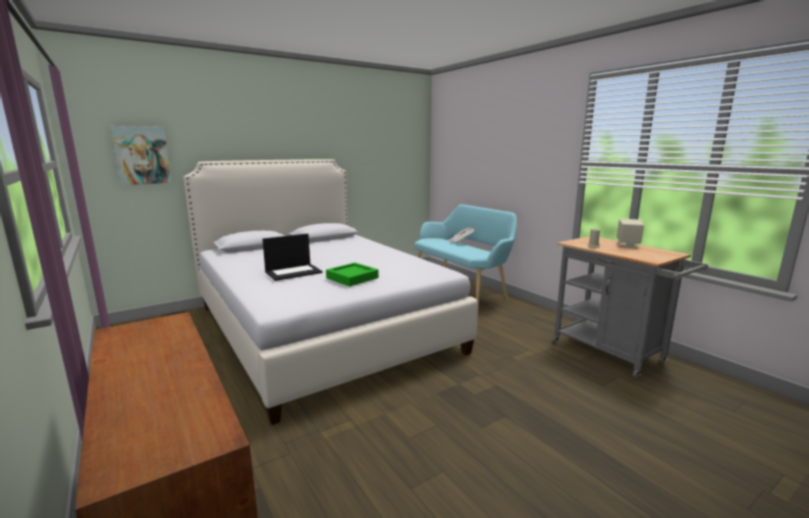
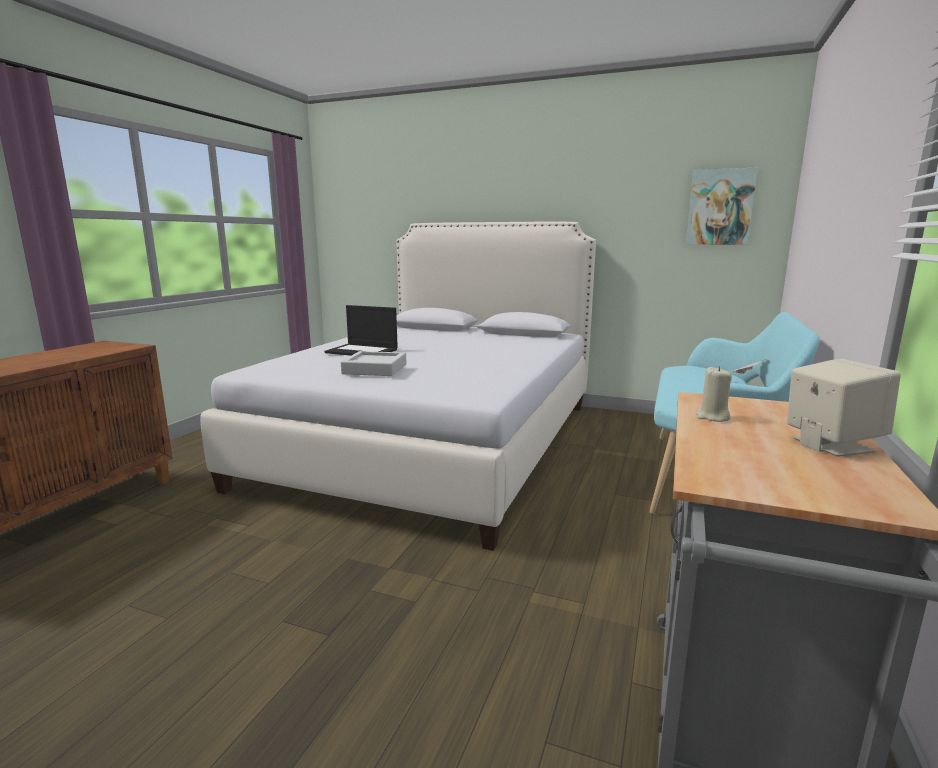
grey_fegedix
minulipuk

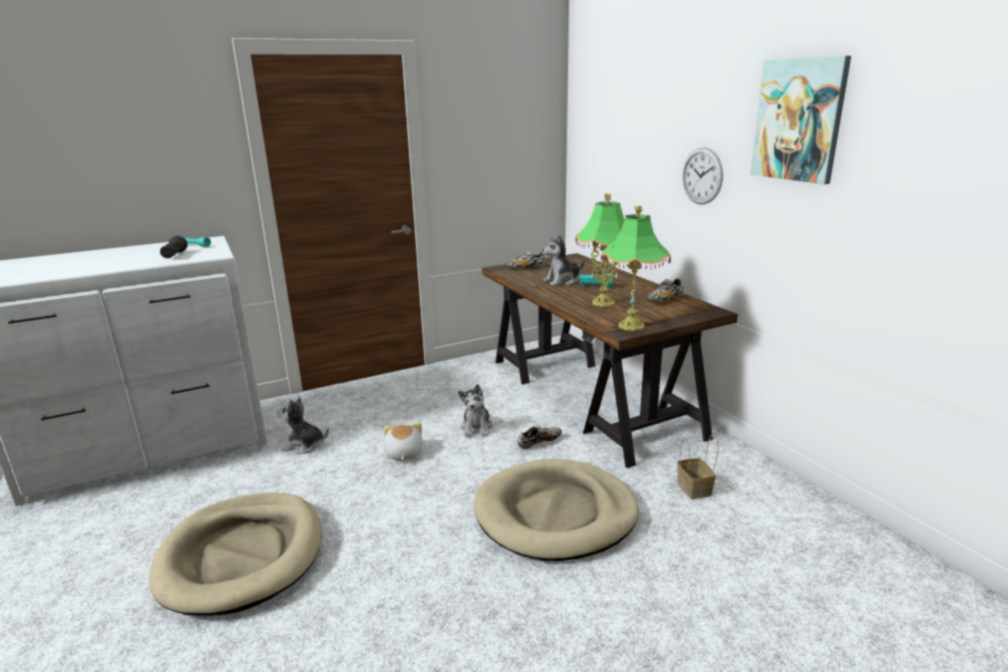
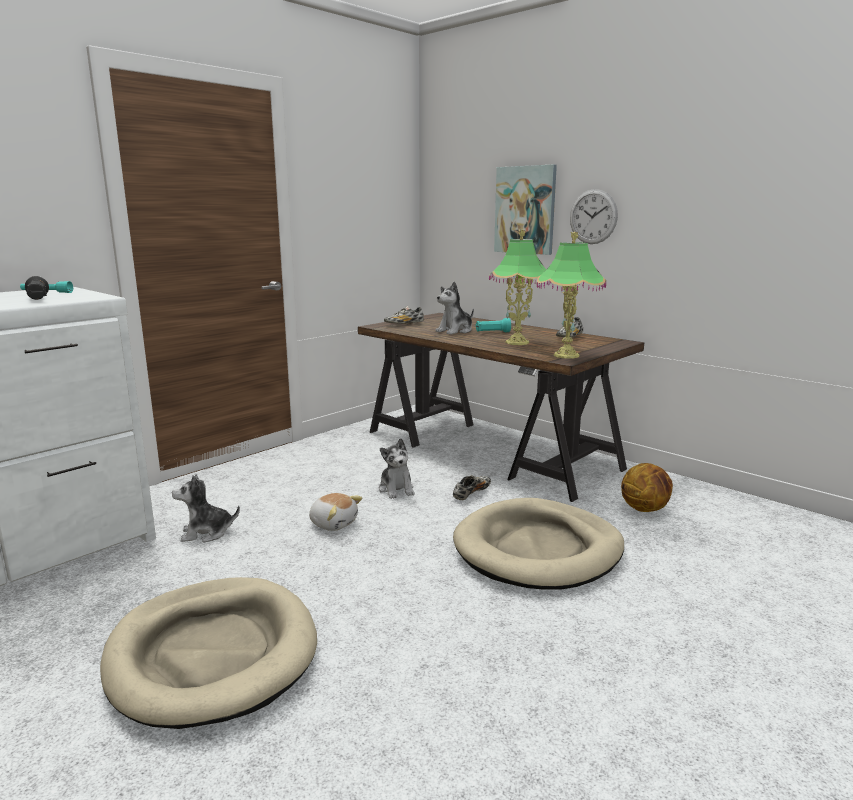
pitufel (2nd from left)
minulipuk
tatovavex

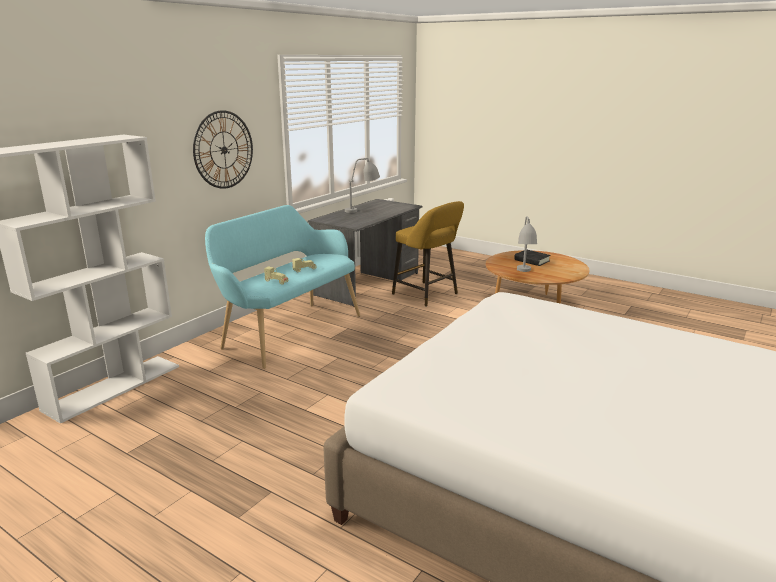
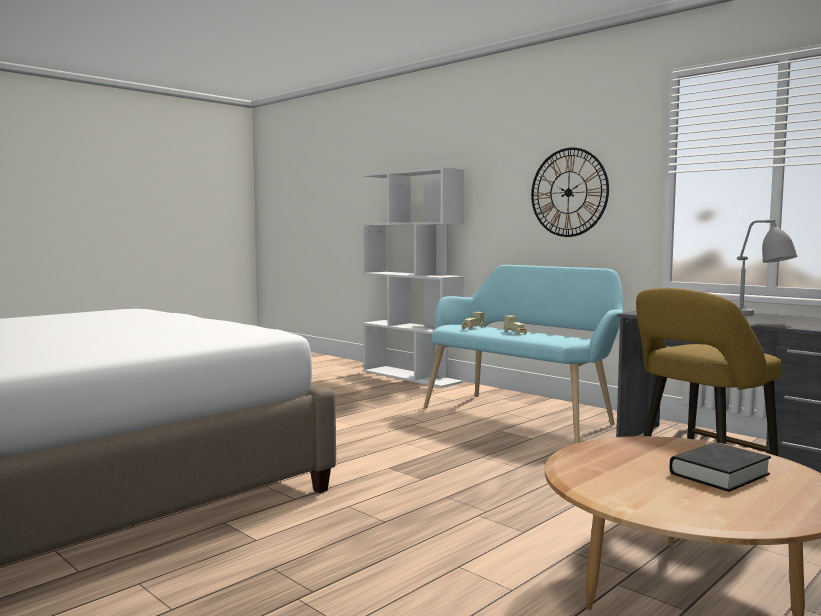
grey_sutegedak (2nd from left in the first image)

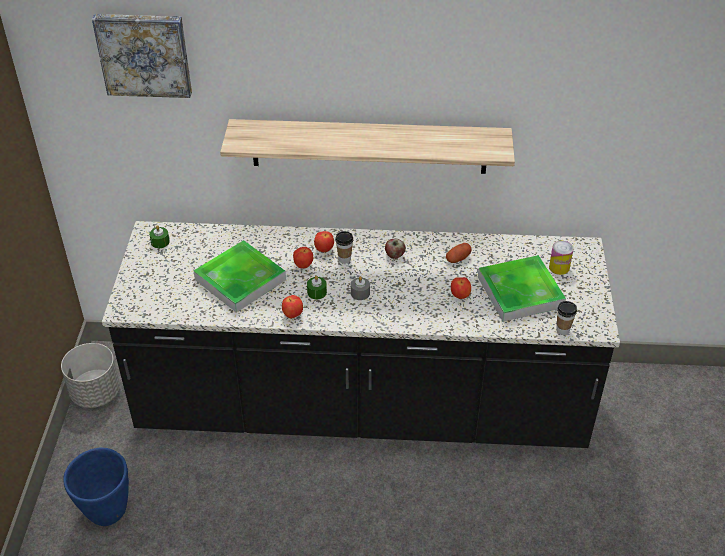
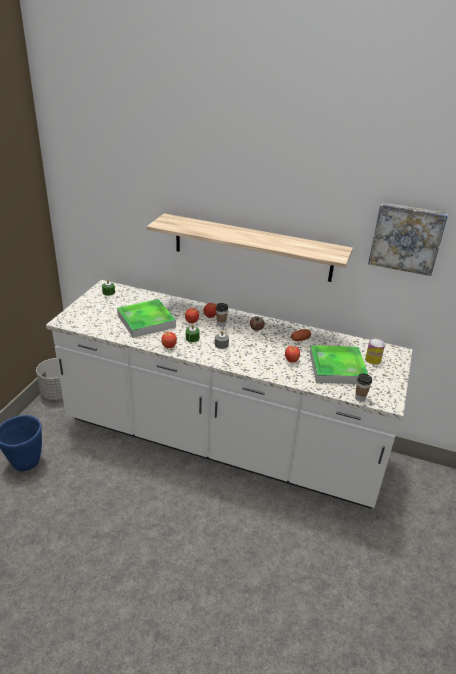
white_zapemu
minulipuk

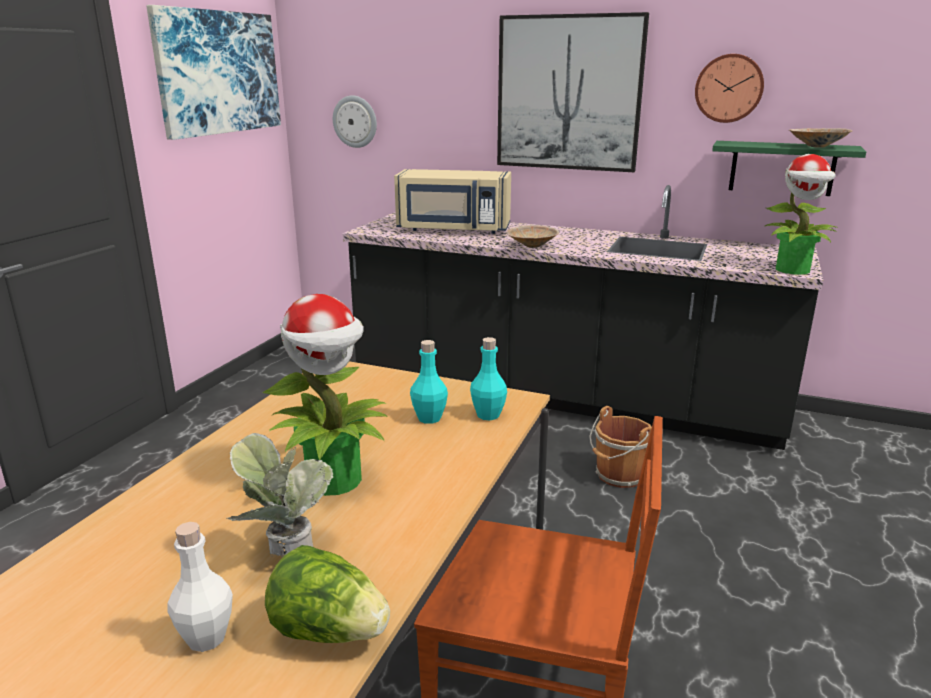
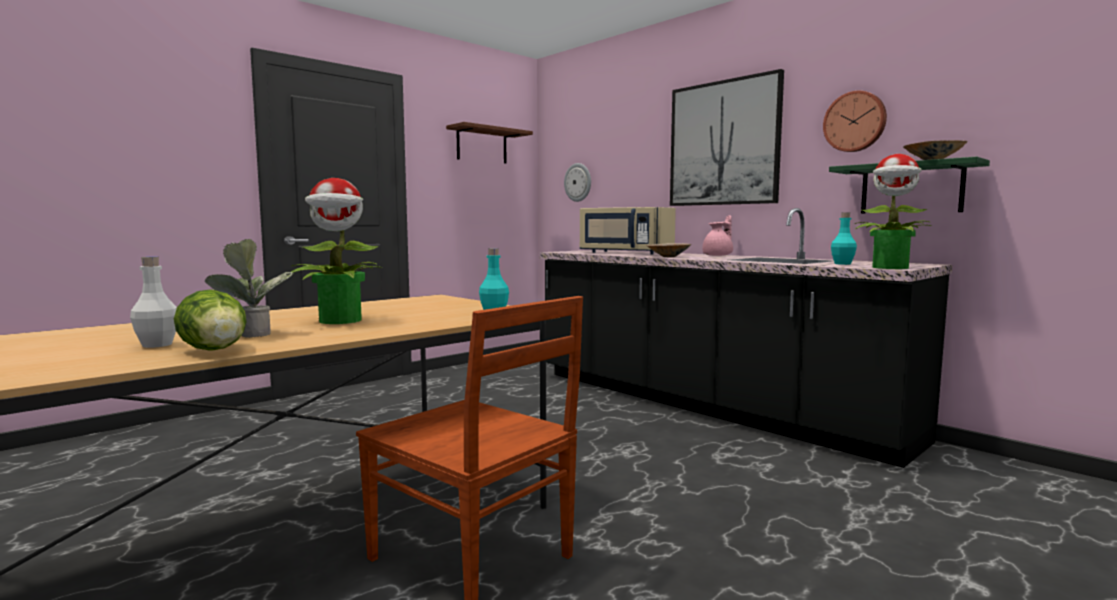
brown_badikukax
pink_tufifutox
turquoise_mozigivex (2nd from left)
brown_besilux

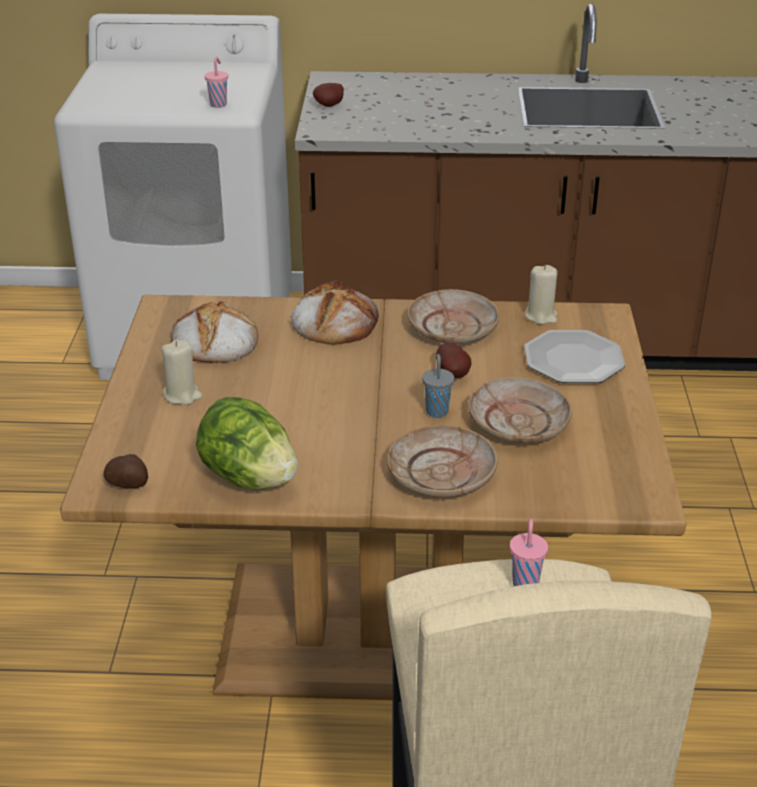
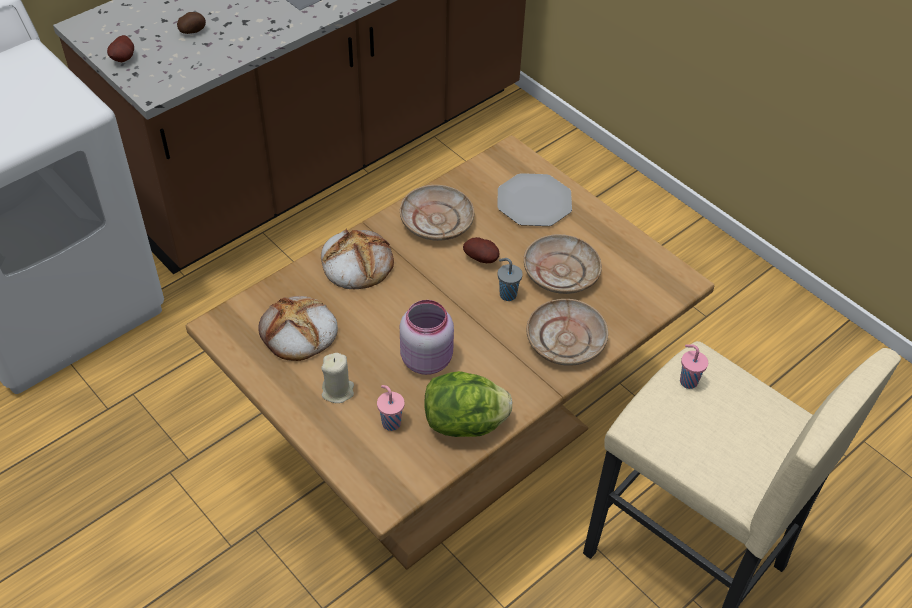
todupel (2nd from left)
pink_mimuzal (1st from left)
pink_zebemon
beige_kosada (2nd from left in the first image)

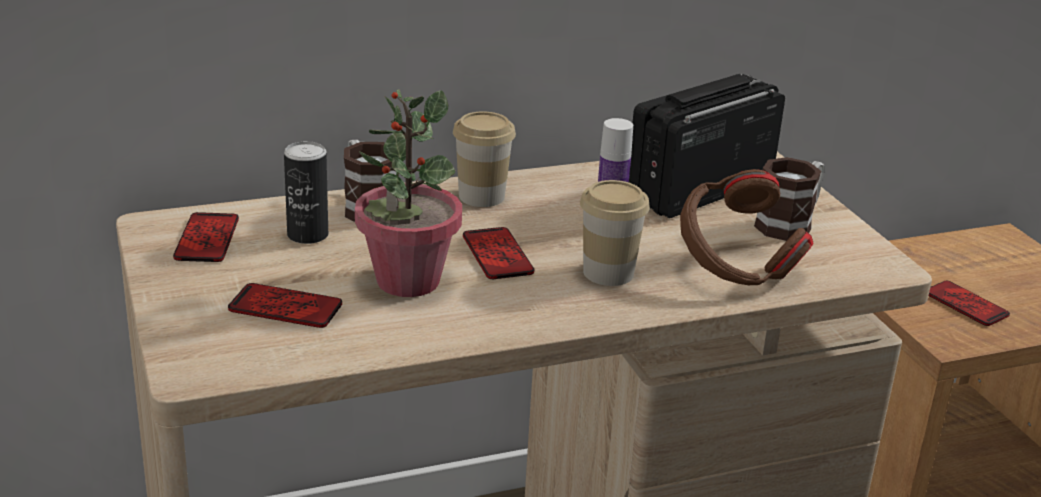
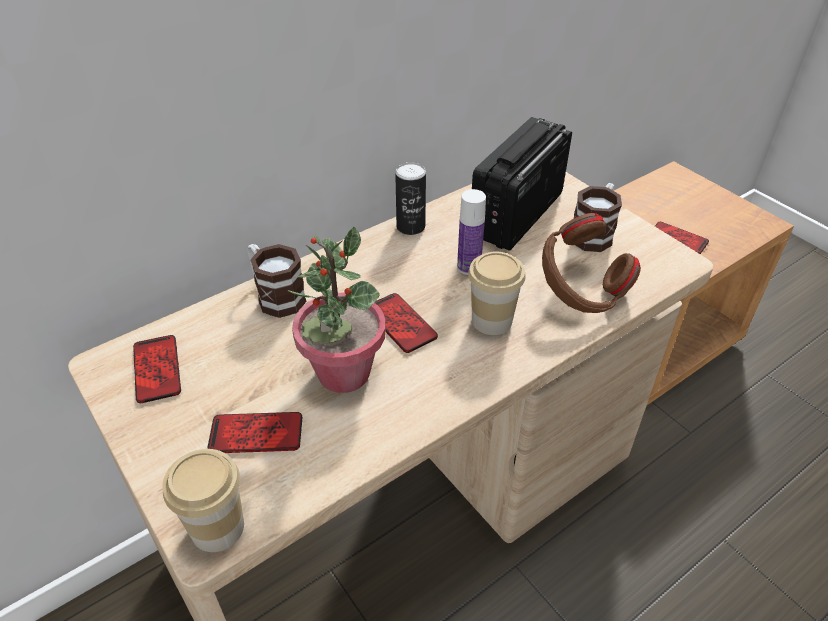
mimuzal (1st from left)
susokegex

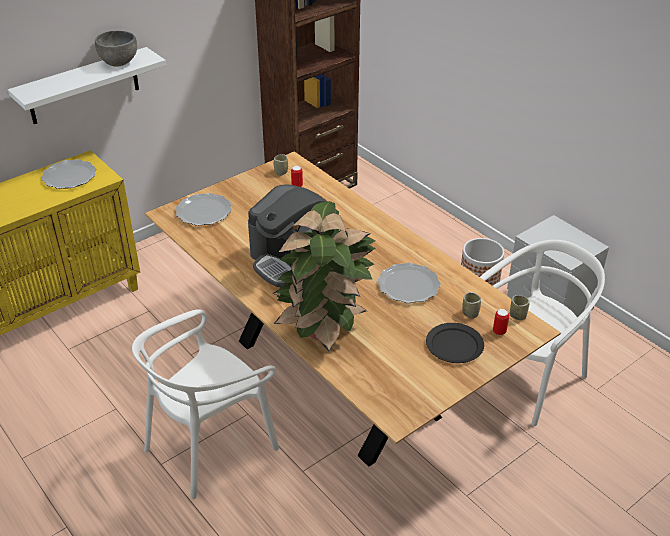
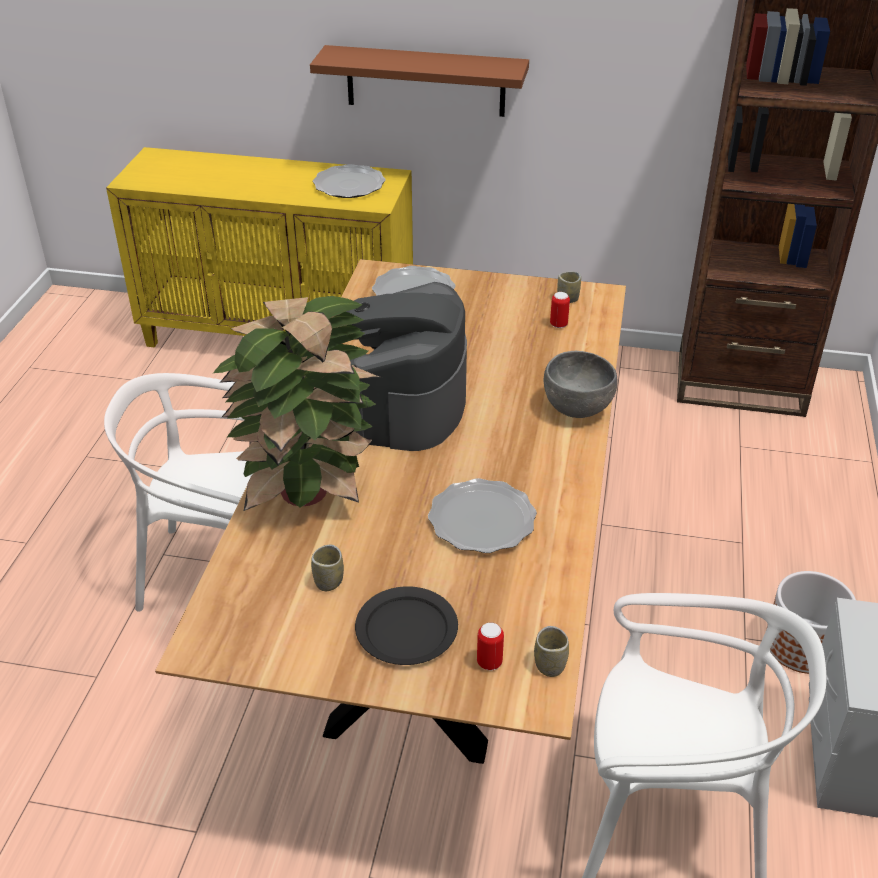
brown_badikukax
mimuzal (1st from left)
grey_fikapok

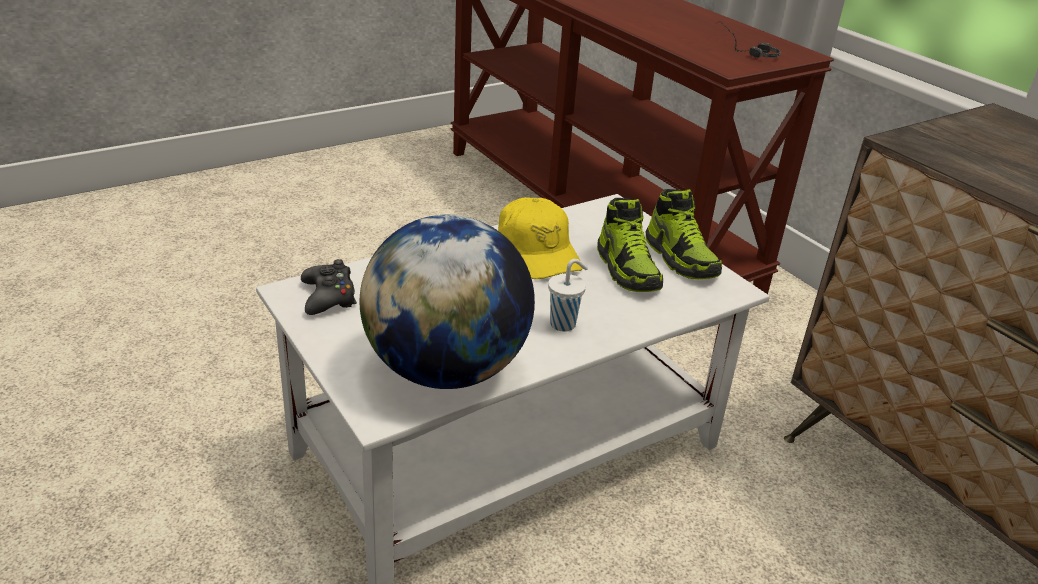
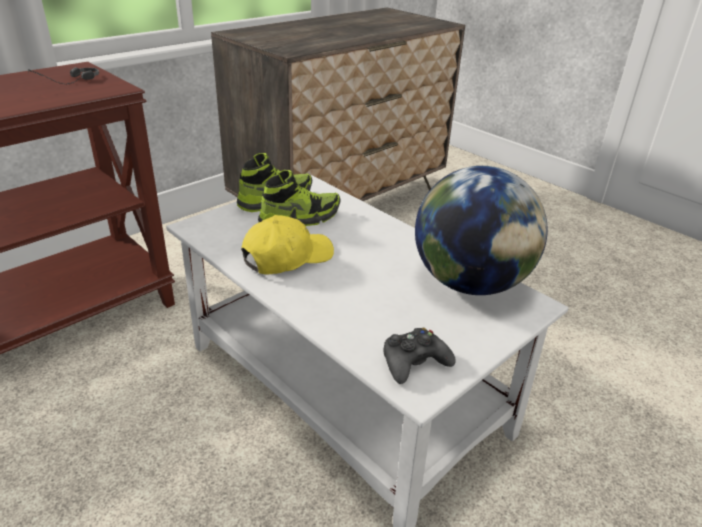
white_mimuzal

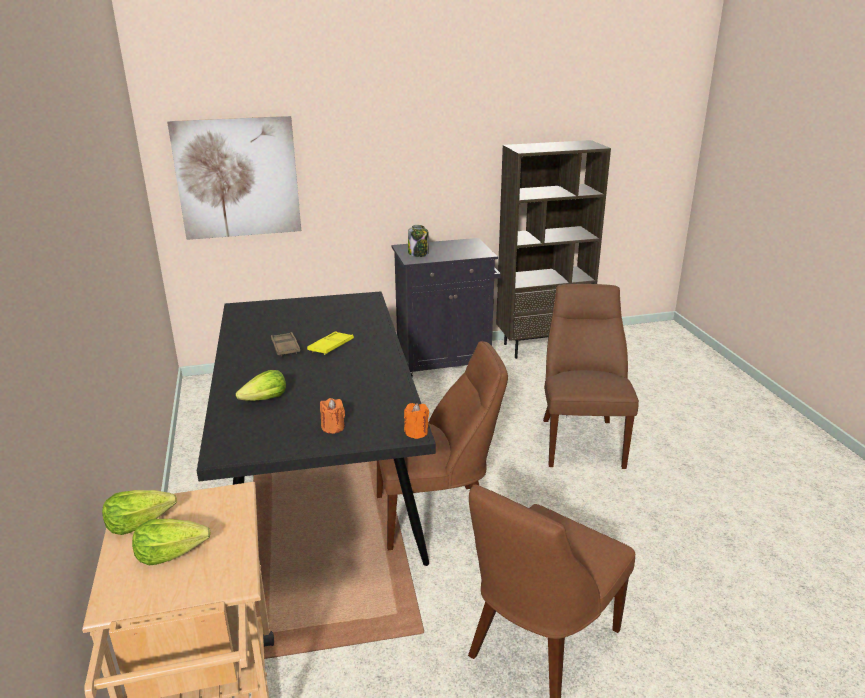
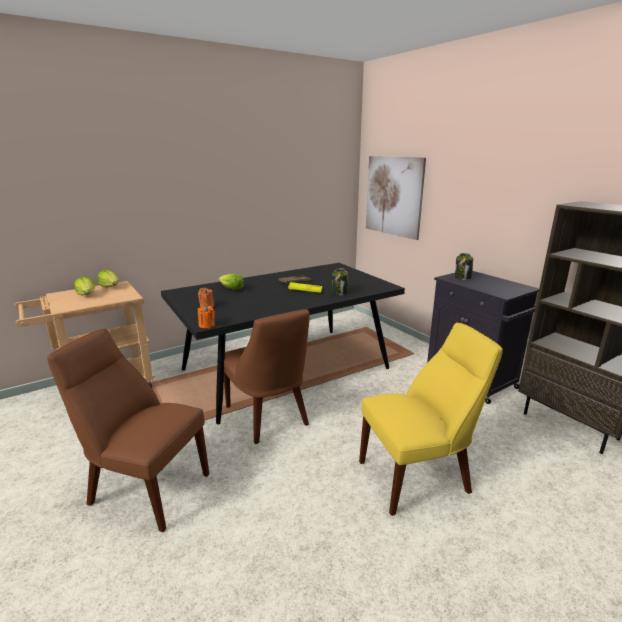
zebemon (1st from left)
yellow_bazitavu

